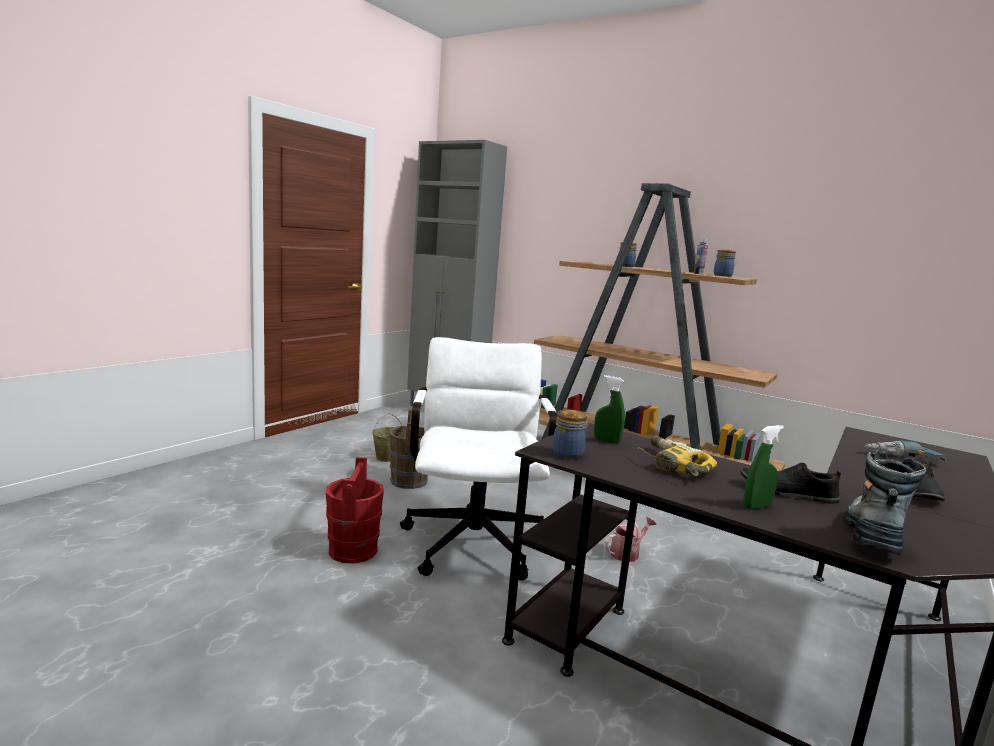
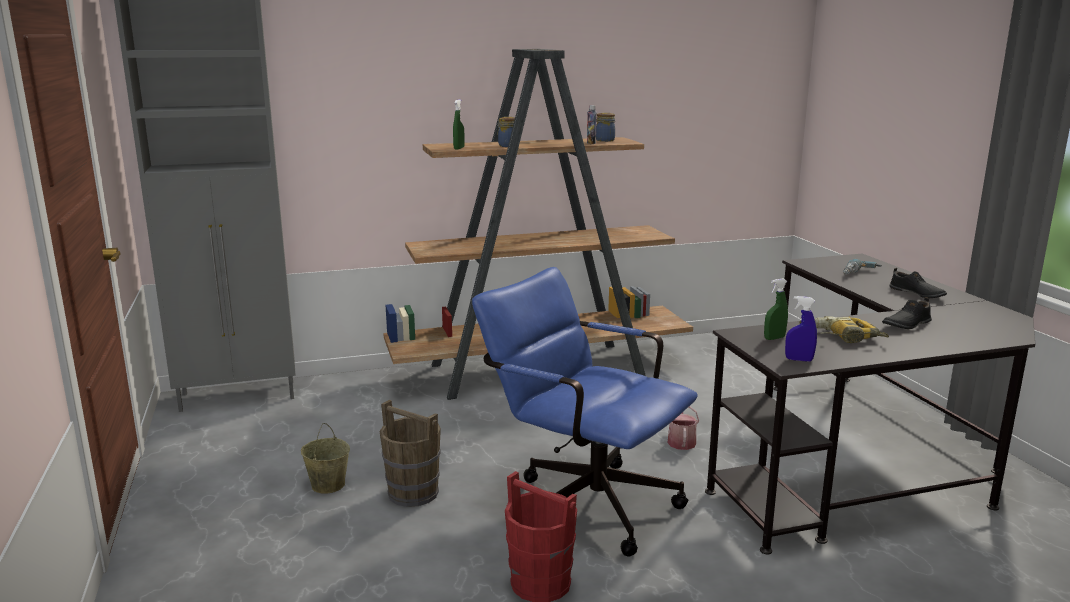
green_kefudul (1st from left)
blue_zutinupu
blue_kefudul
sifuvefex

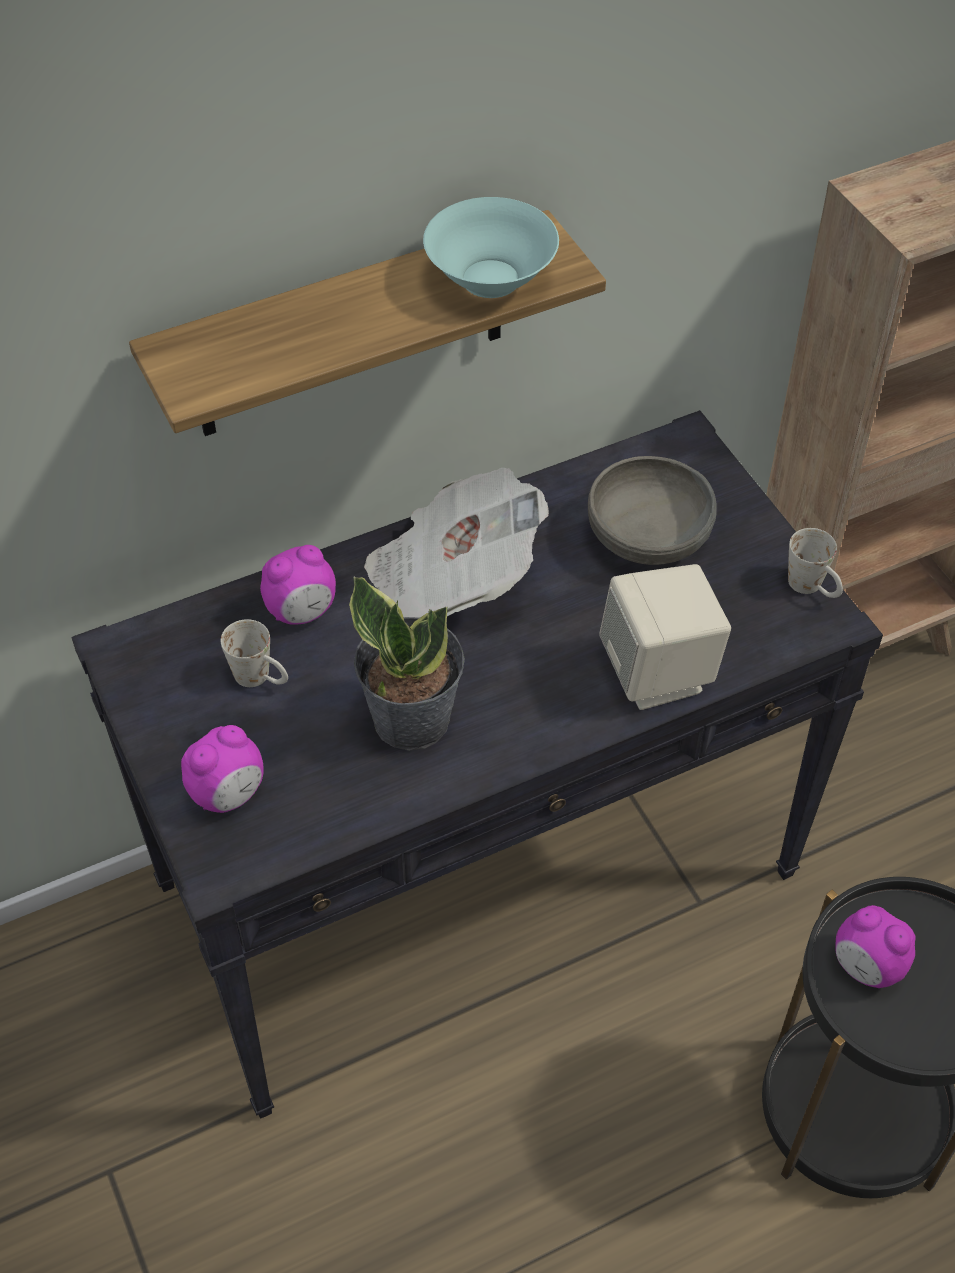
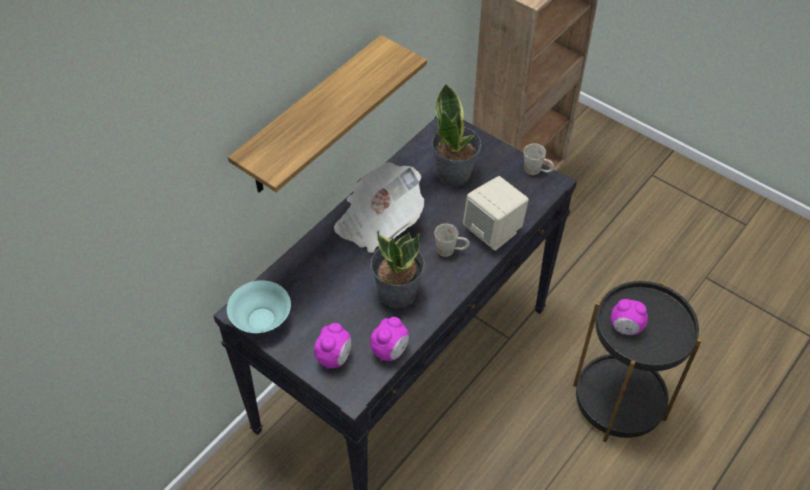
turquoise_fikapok
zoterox (2nd from left)
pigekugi (2nd from left)
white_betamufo (1st from left)

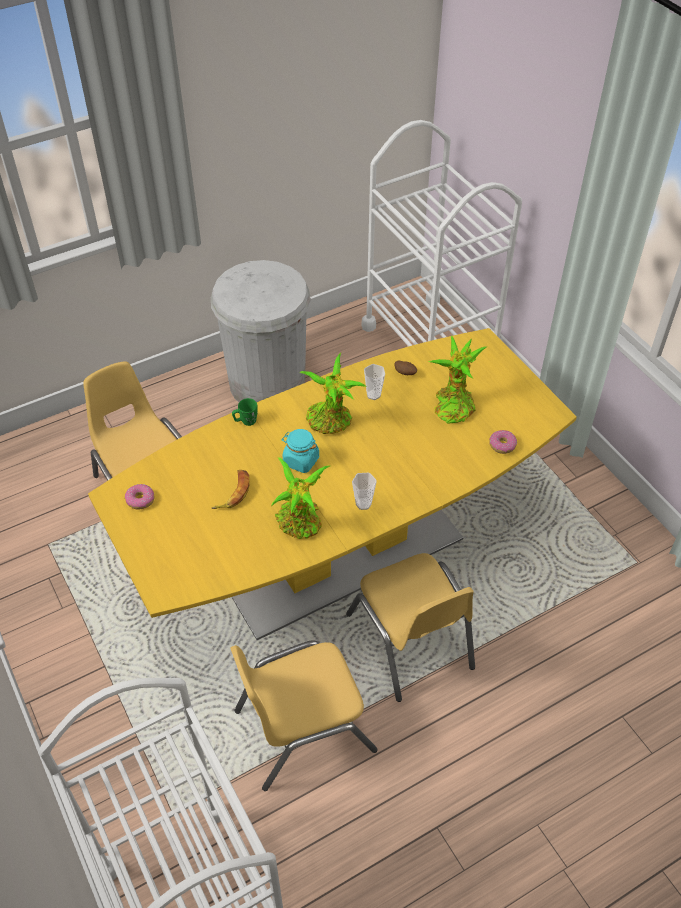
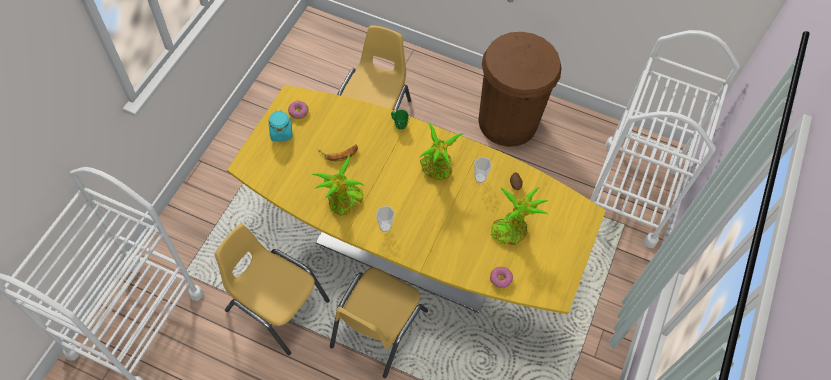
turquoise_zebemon
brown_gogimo

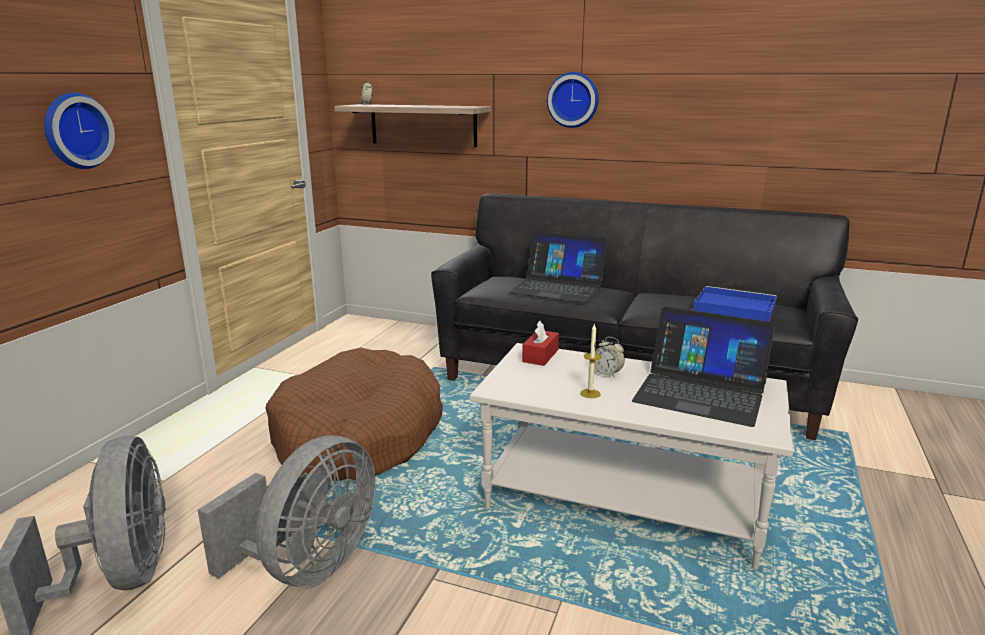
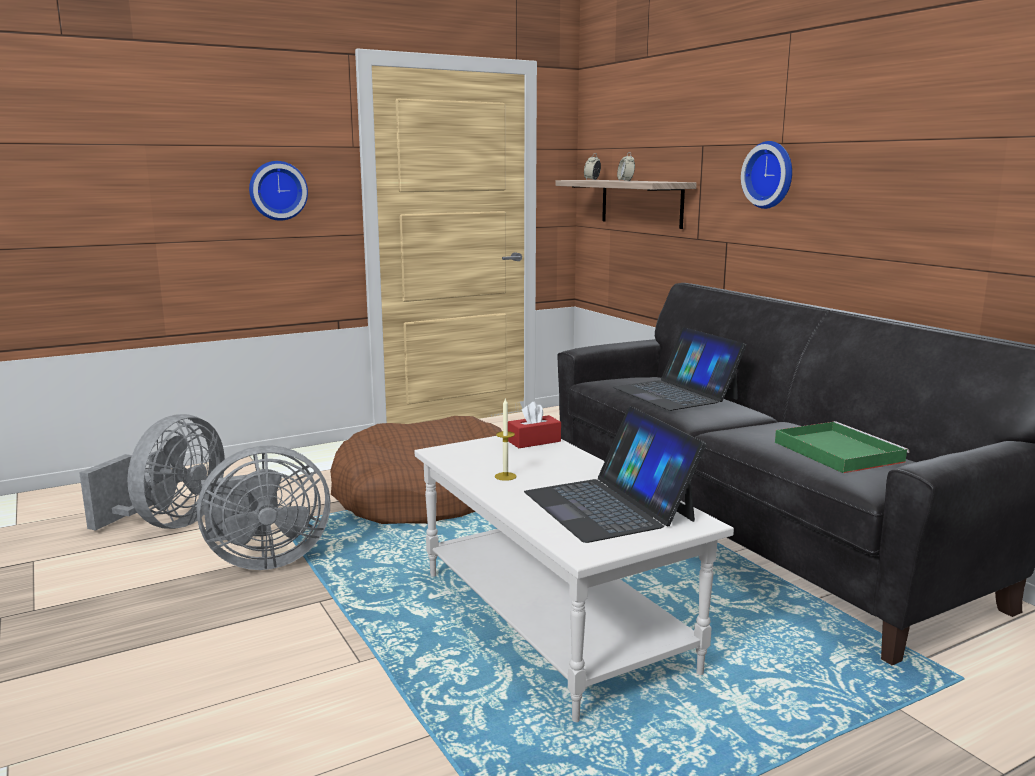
zoterox (2nd from left)
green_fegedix

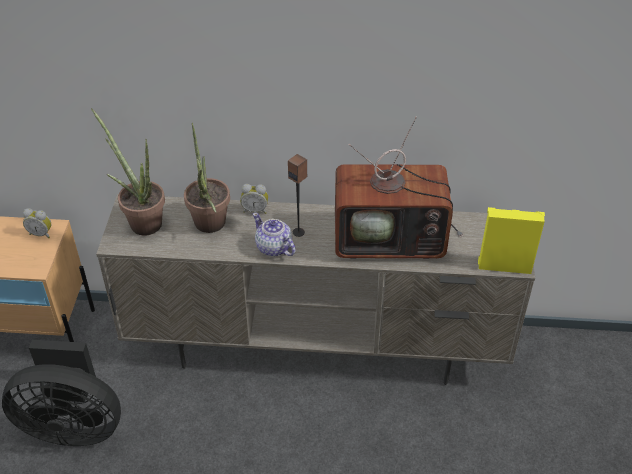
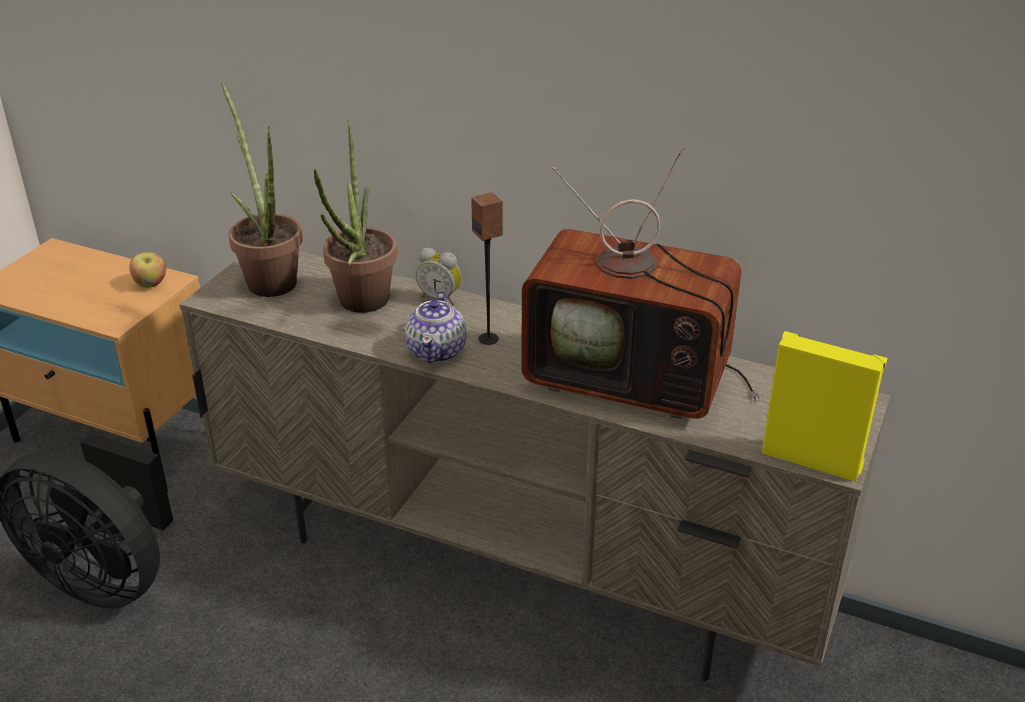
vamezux
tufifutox

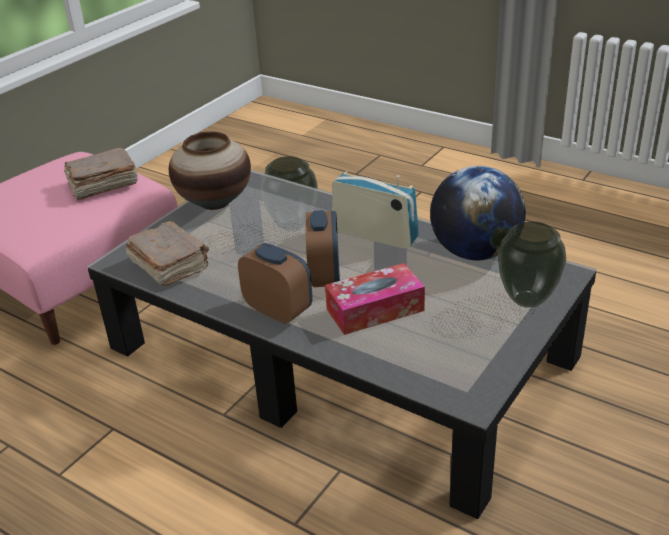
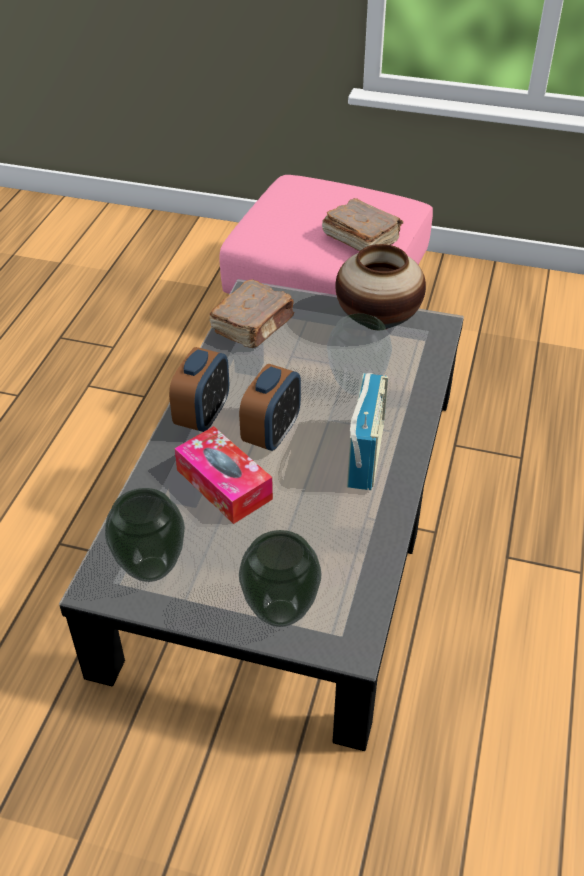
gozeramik (1st from left)
zoterox (2nd from left)
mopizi

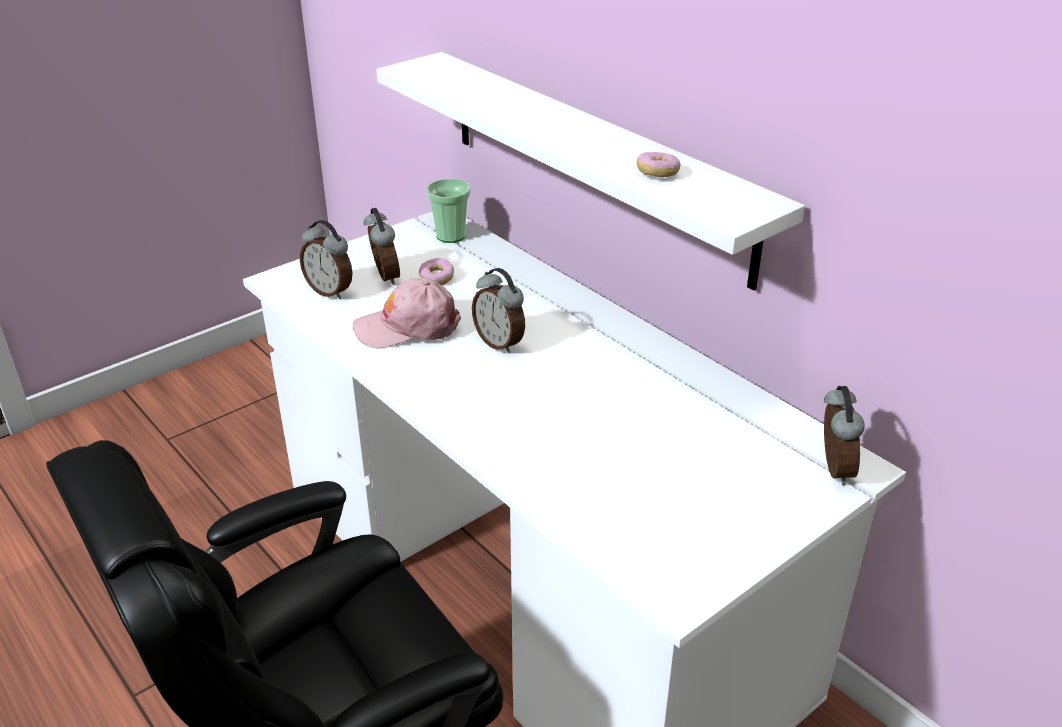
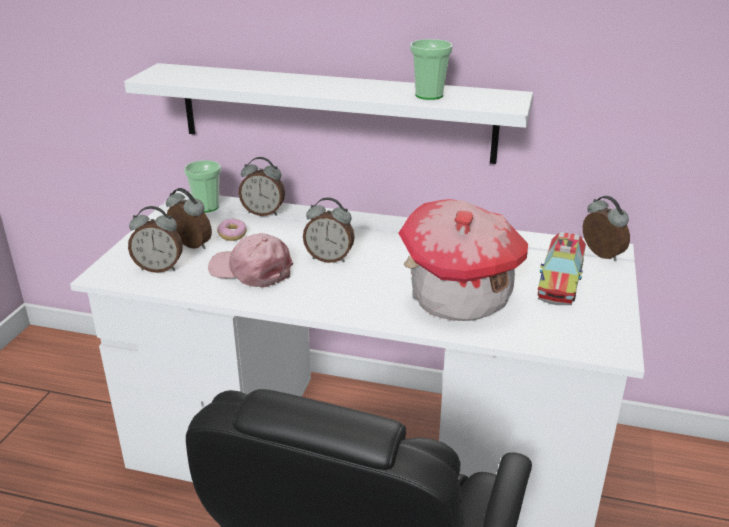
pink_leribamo
zoterox (3rd from left)
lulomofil
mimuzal (2nd from left)
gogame

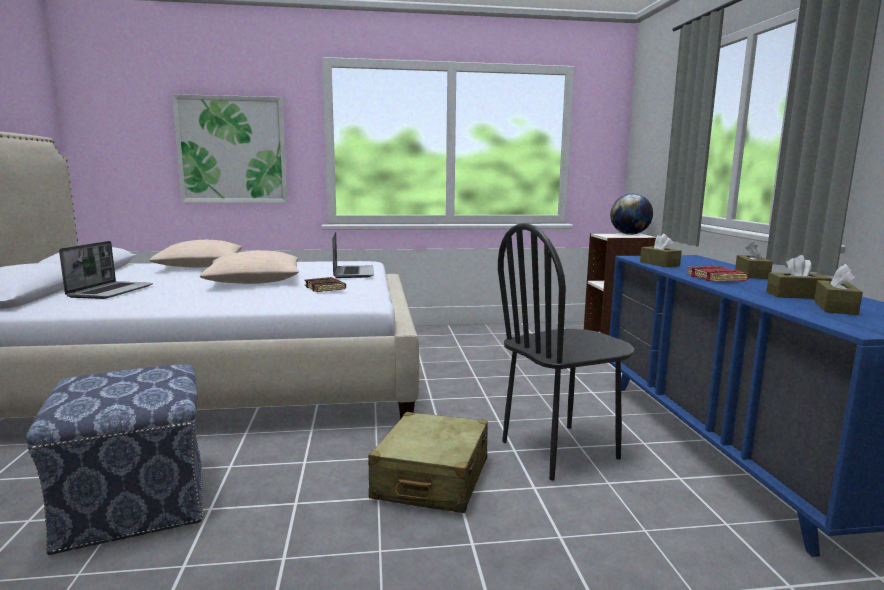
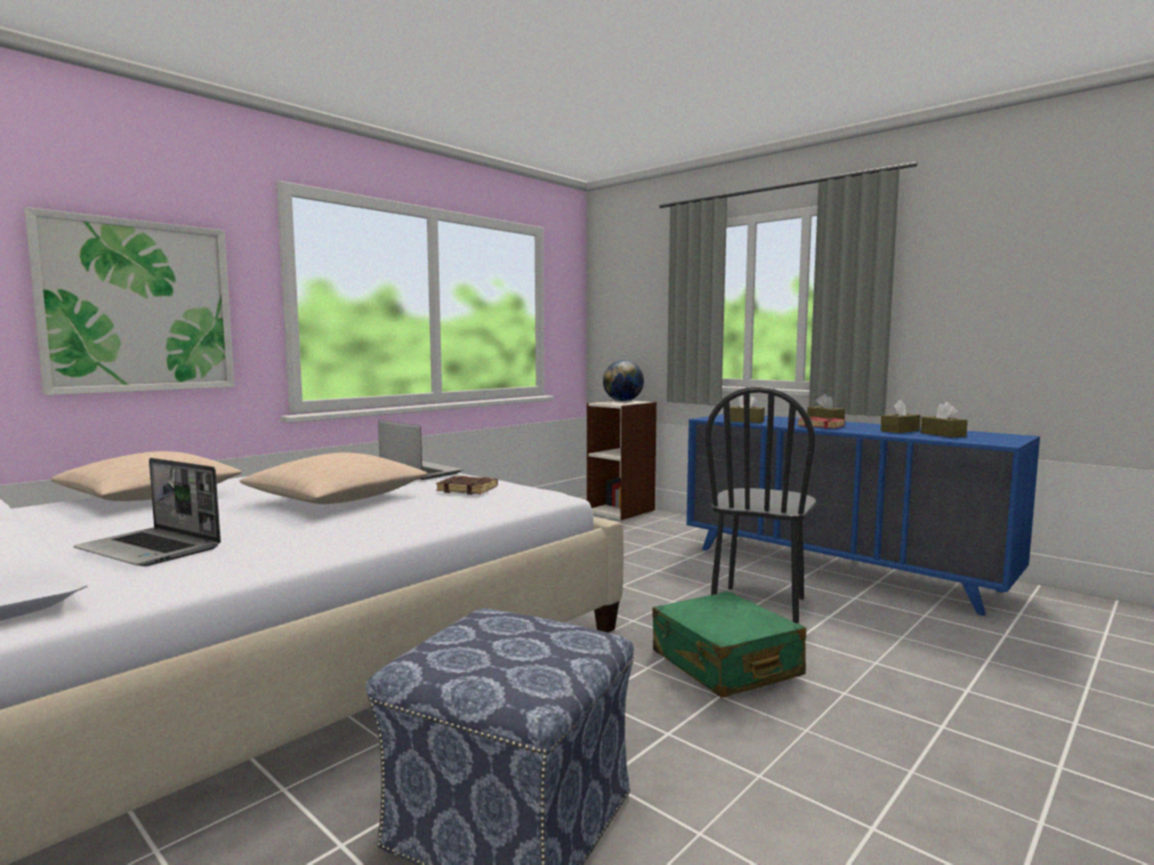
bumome (1st from left)
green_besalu

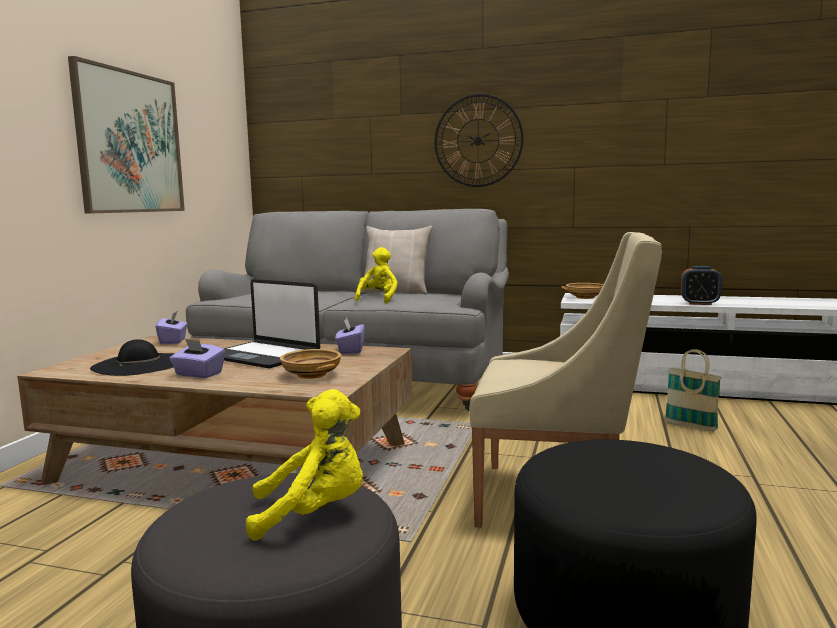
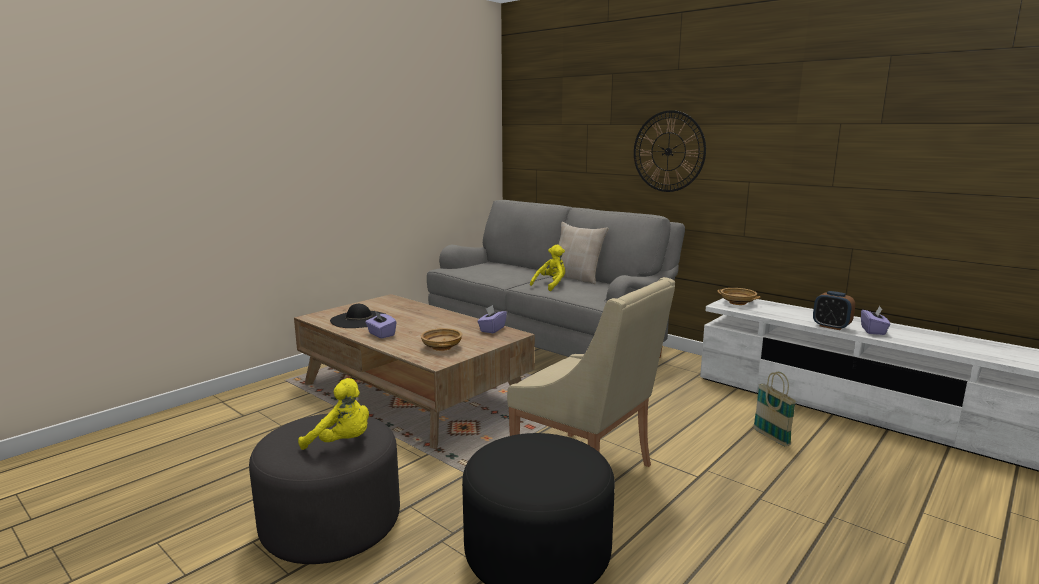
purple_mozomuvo (3rd from left)
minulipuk
bumome

